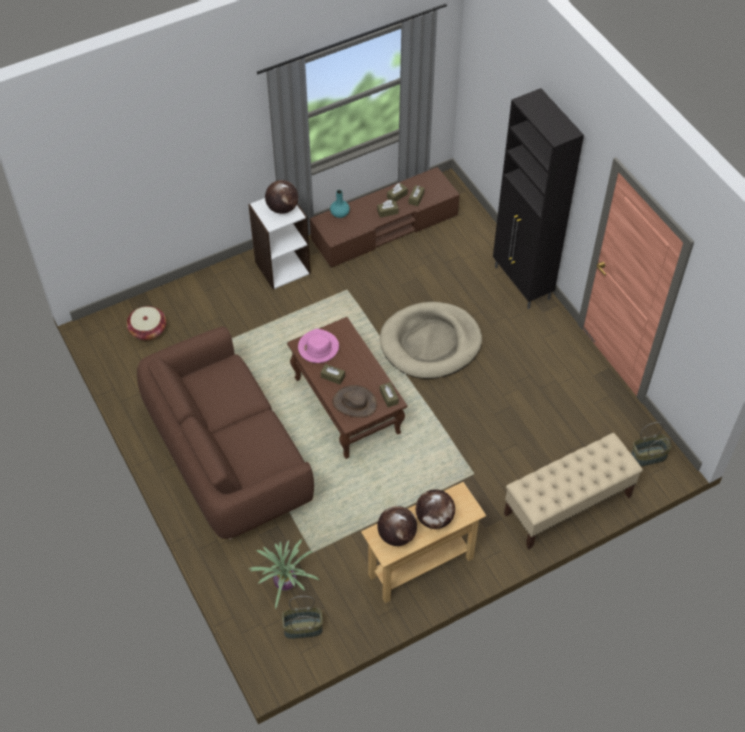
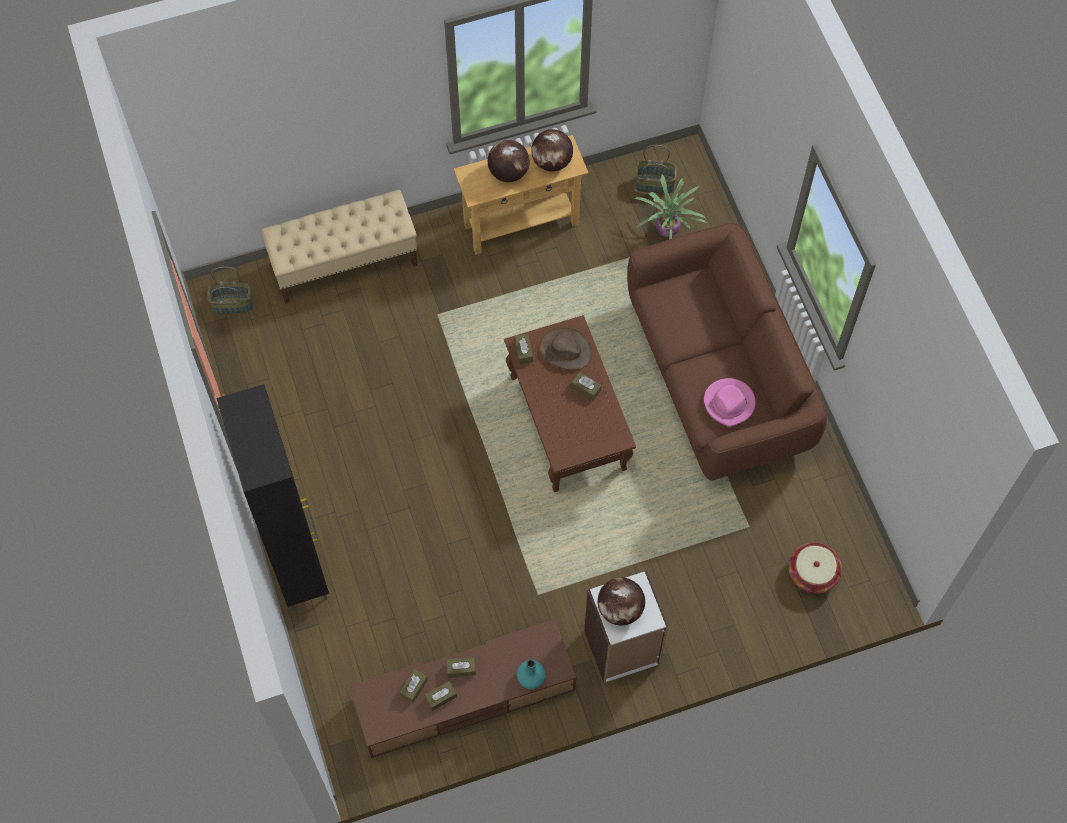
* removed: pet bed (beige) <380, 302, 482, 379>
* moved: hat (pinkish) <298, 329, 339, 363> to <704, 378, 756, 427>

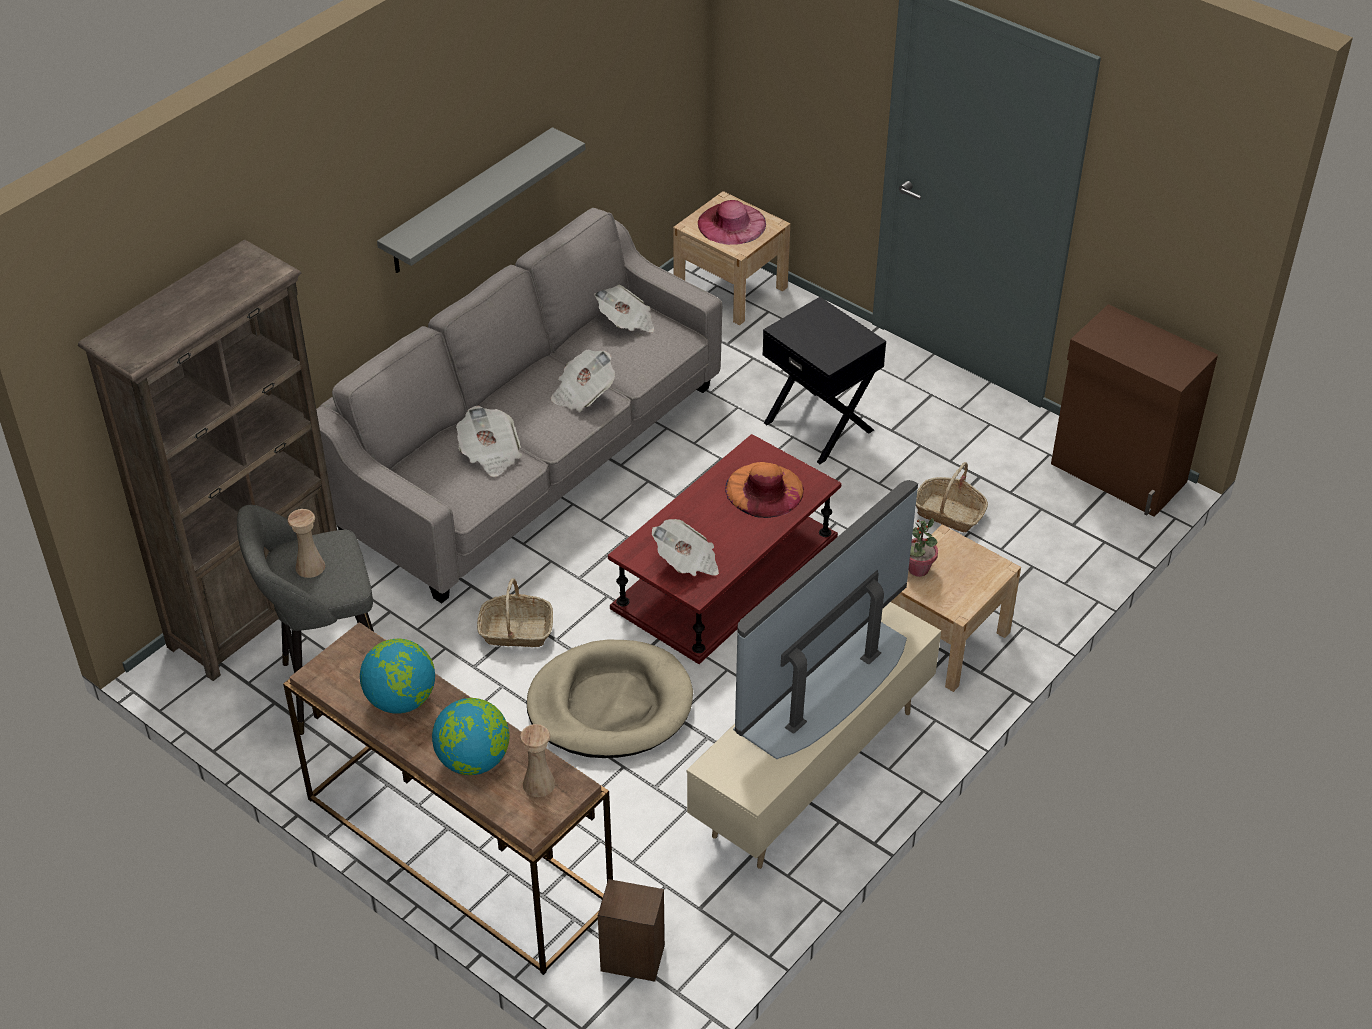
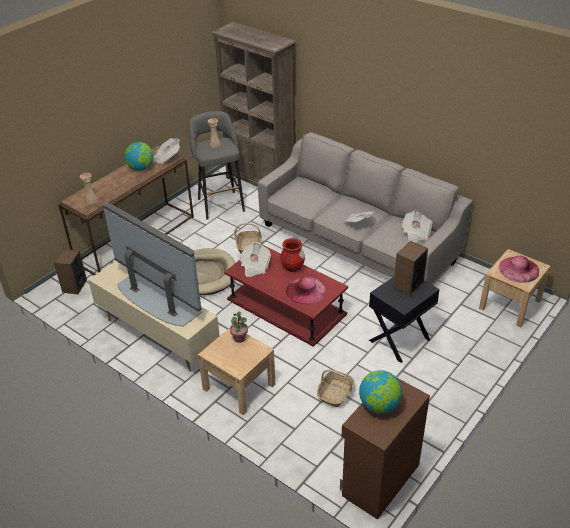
* removed: wall shelf (greyish) <377, 127, 585, 273>
* moved: printed paper <456, 406, 522, 477> to <153, 138, 180, 164>
* recoloured: hat (orange) <725, 462, 804, 518> to hat (pinkish) <286, 277, 326, 304>
* moved: world globe <432, 698, 509, 775> to <359, 370, 402, 414>
* added: decorative vase (red-coloured) <280, 238, 305, 272>
* added: audio speaker <393, 241, 428, 296>

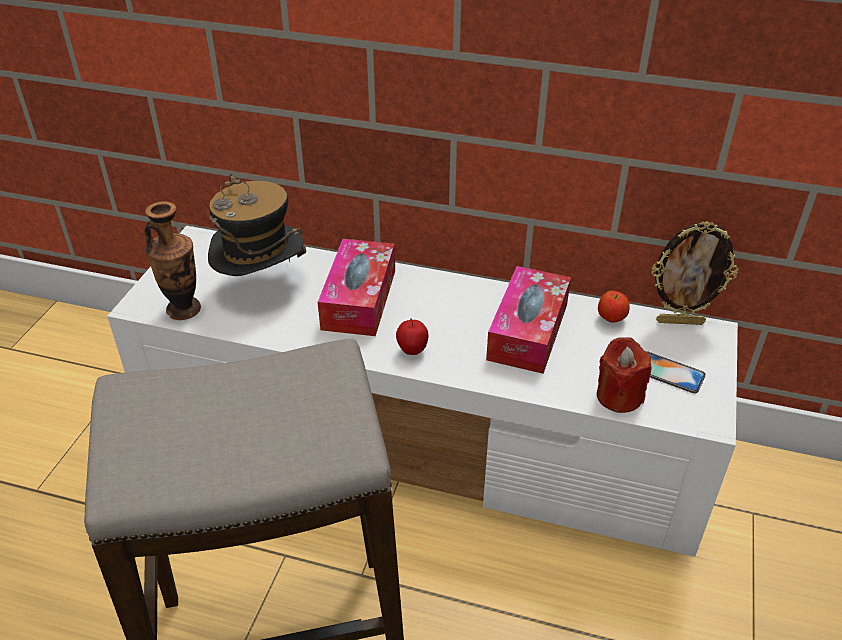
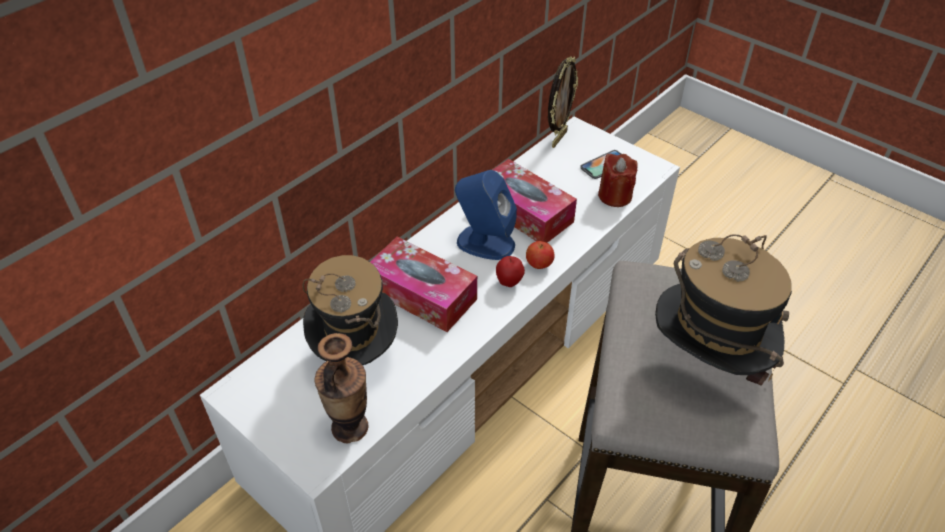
* moved: whole apple <598, 291, 630, 323> to <526, 241, 555, 269>
* added: audio speaker (bluish) <455, 170, 517, 260>
* added: hat <655, 234, 792, 386>

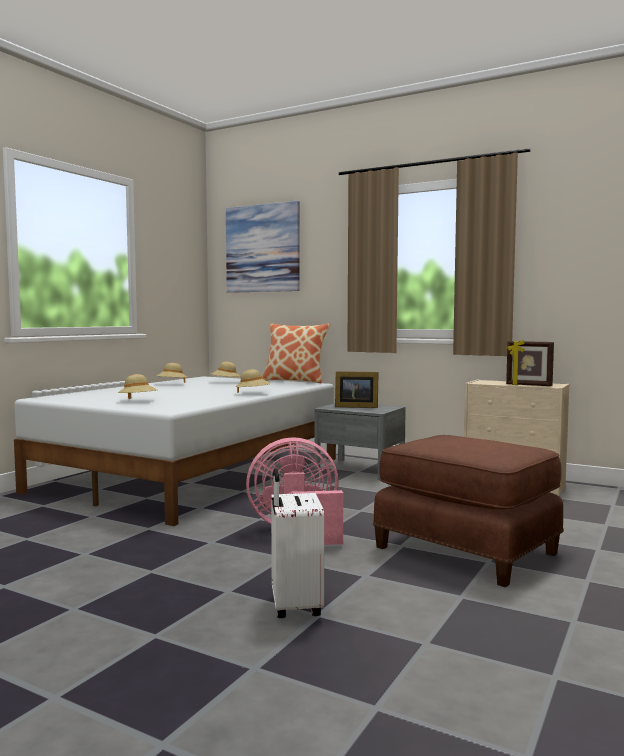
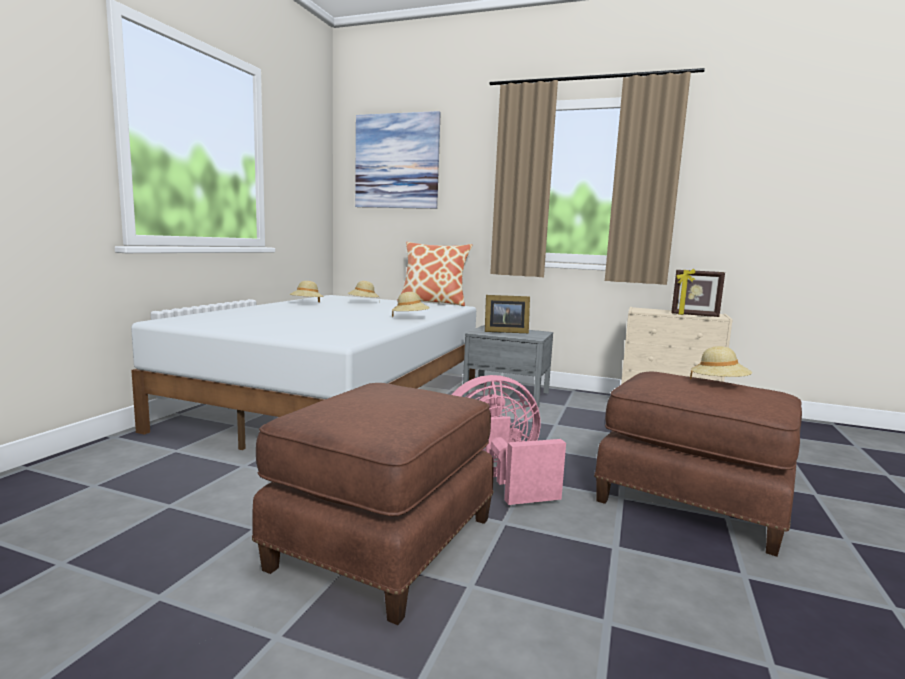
* moved: hat (beige) <118, 374, 157, 399> to <690, 346, 752, 379>
* removed: suitcase (white-coloured) <271, 469, 324, 618>
* added: ottoman (brown) <252, 383, 494, 625>

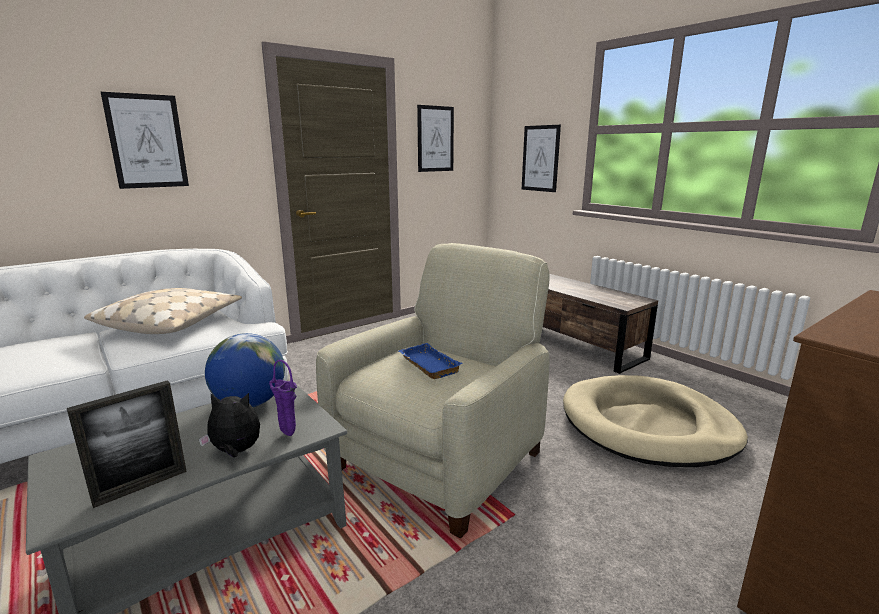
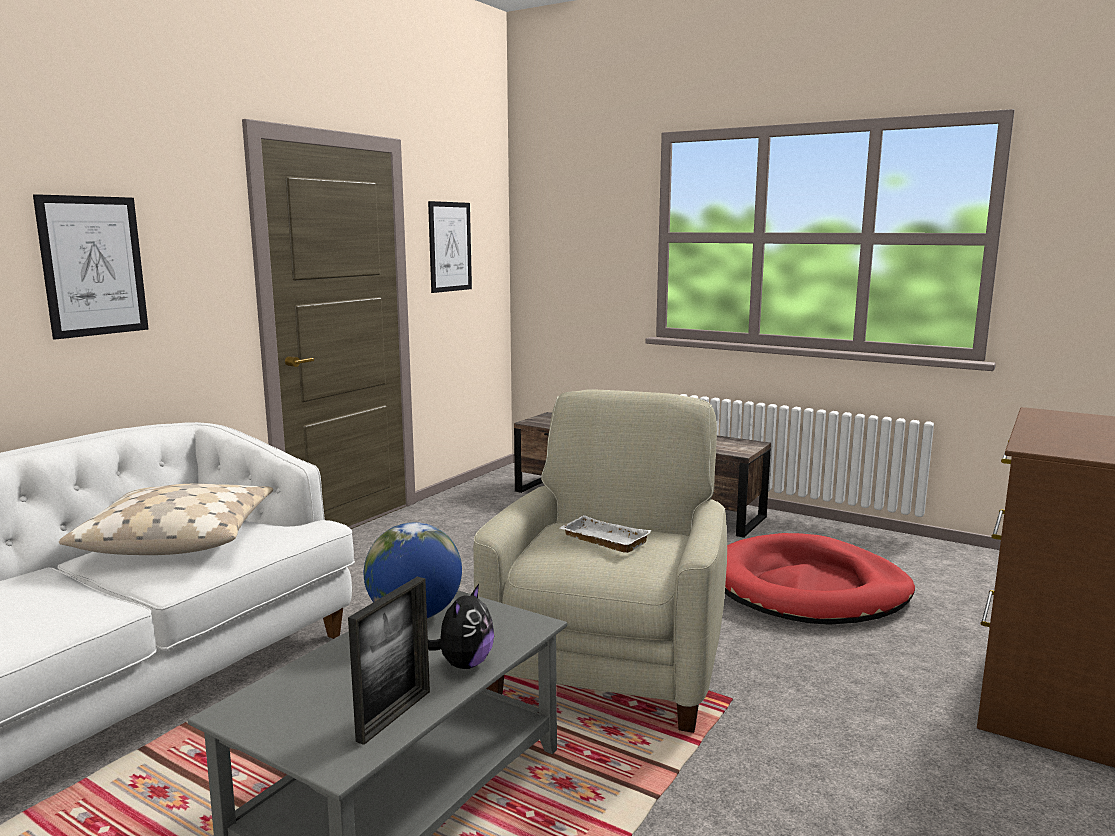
* removed: wall art <522, 125, 561, 192>
* recoloured: tray (bluish) <398, 343, 463, 379> to tray (white-coloured) <559, 515, 652, 553>
* removed: decorative vase (purple) <269, 360, 297, 436>
* recoloured: pet bed (beige) <563, 375, 748, 467> to pet bed (red-coloured) <725, 533, 915, 625>
* turned: soft toy <199, 393, 260, 458> = <428, 584, 494, 669> 135 degrees clockwise

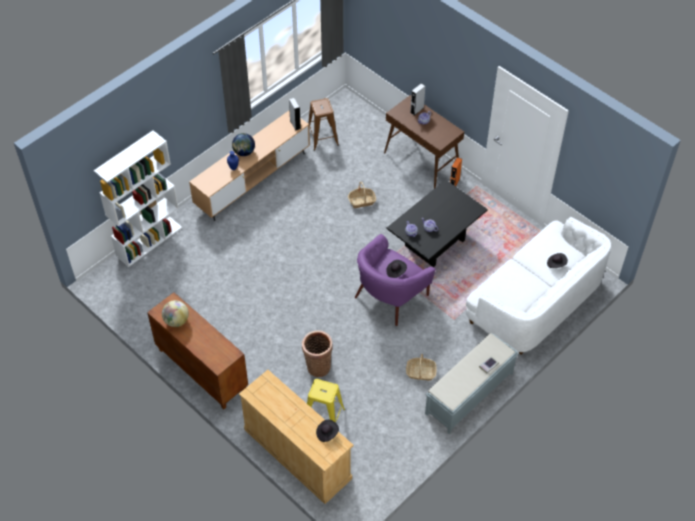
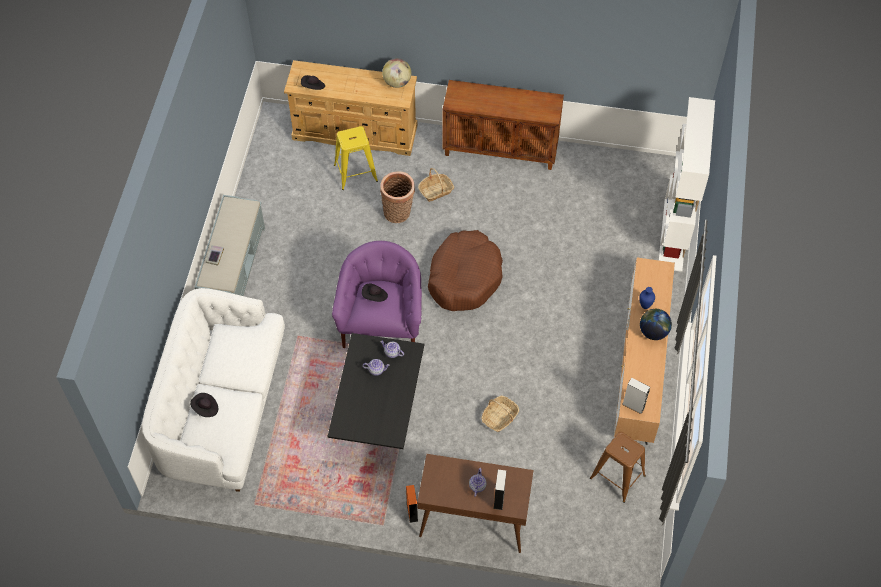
* moved: world globe <162, 300, 189, 327> to <382, 58, 411, 88>
* moved: household basket <406, 354, 437, 381> to <418, 168, 454, 202>
* added: pet bed (brown) <428, 230, 503, 311>

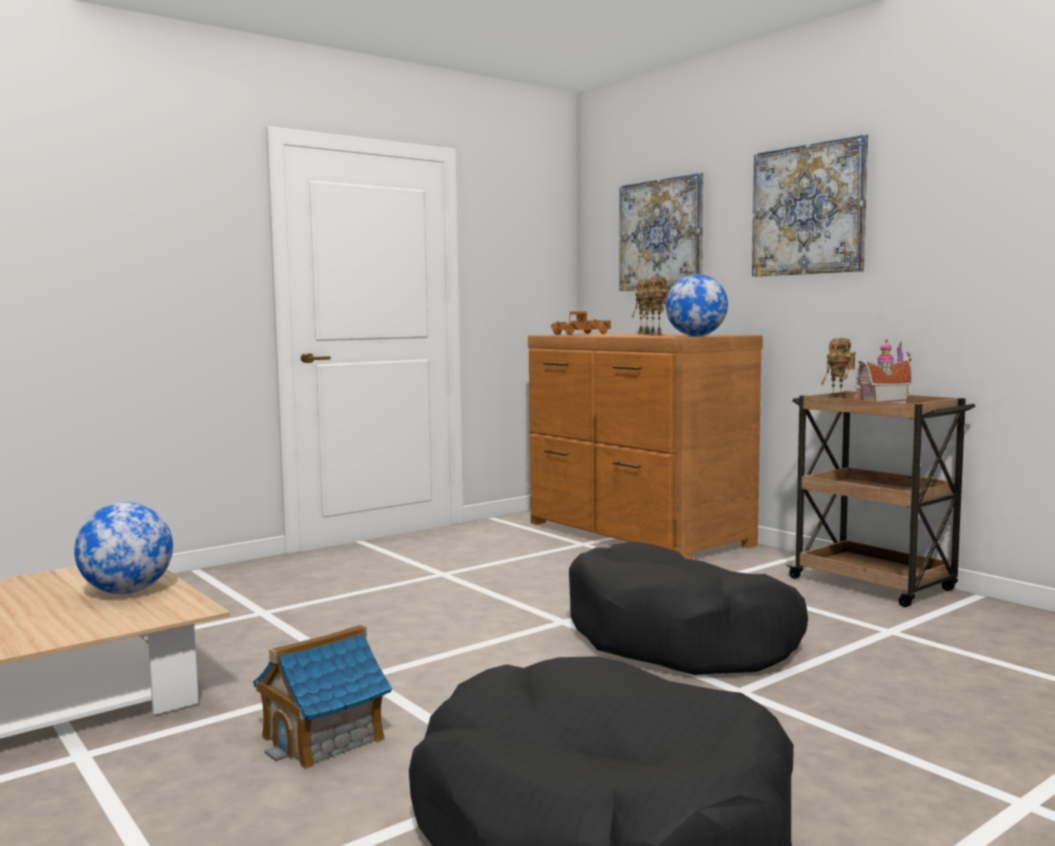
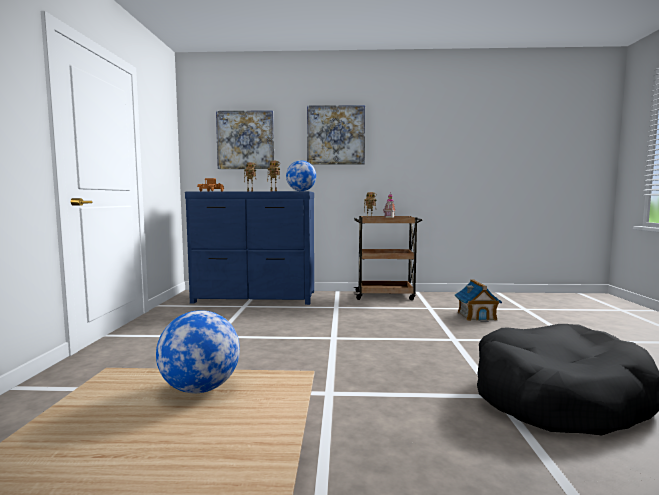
* recoloured: drawer chest (brown) <528, 333, 763, 560> to drawer chest (bluish) <185, 191, 314, 305>
* removed: pet bed (black) <569, 541, 808, 675>
* moved: miniature house <253, 625, 392, 769> to <455, 279, 502, 322>

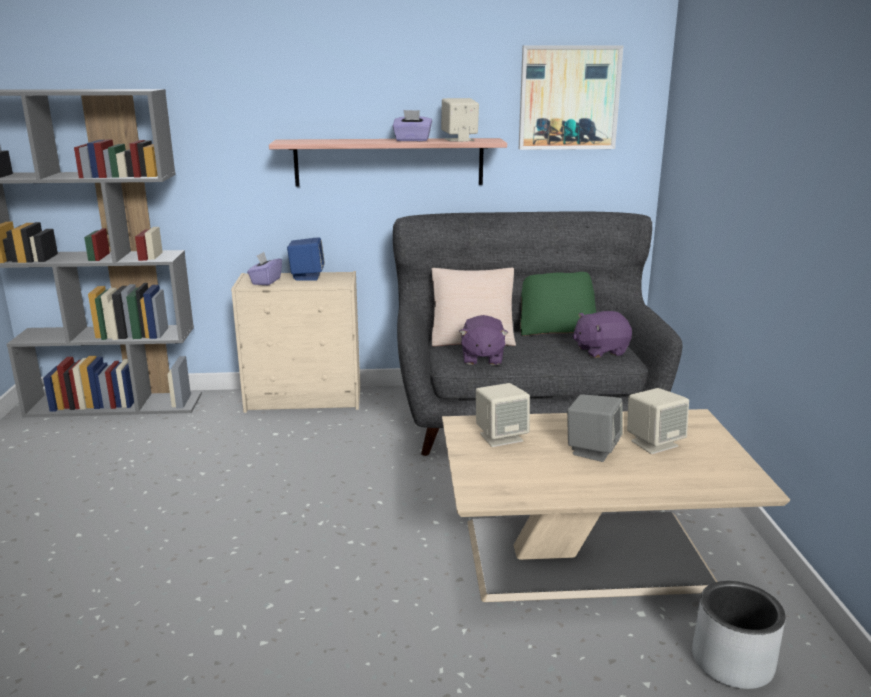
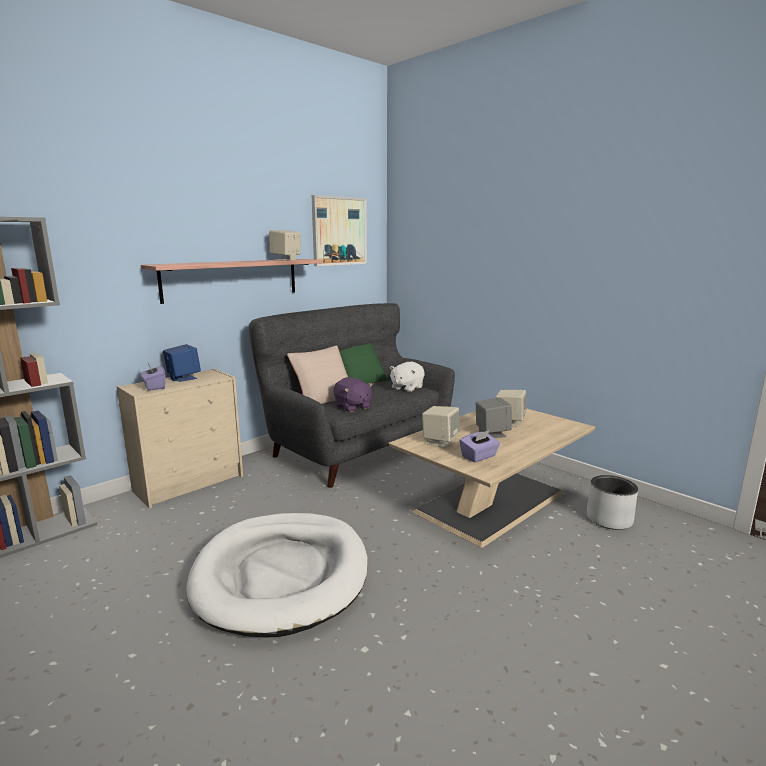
* moved: tissue holder (purple) <392, 110, 432, 141> to <460, 430, 500, 462>
* recoloured: soft toy (purple) <572, 311, 632, 358> to soft toy (white-coloured) <389, 362, 424, 392>
* added: pet bed (white-coloured) <186, 513, 368, 638>

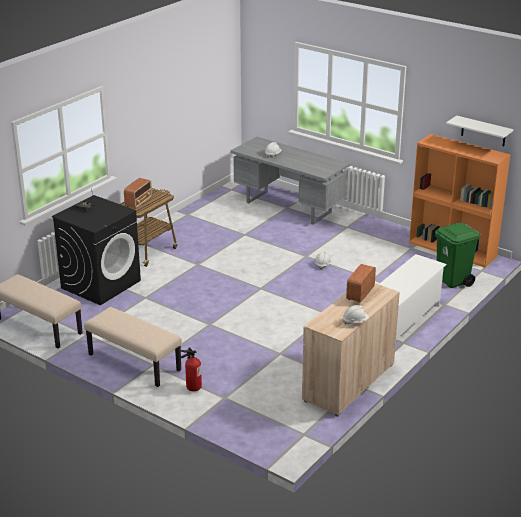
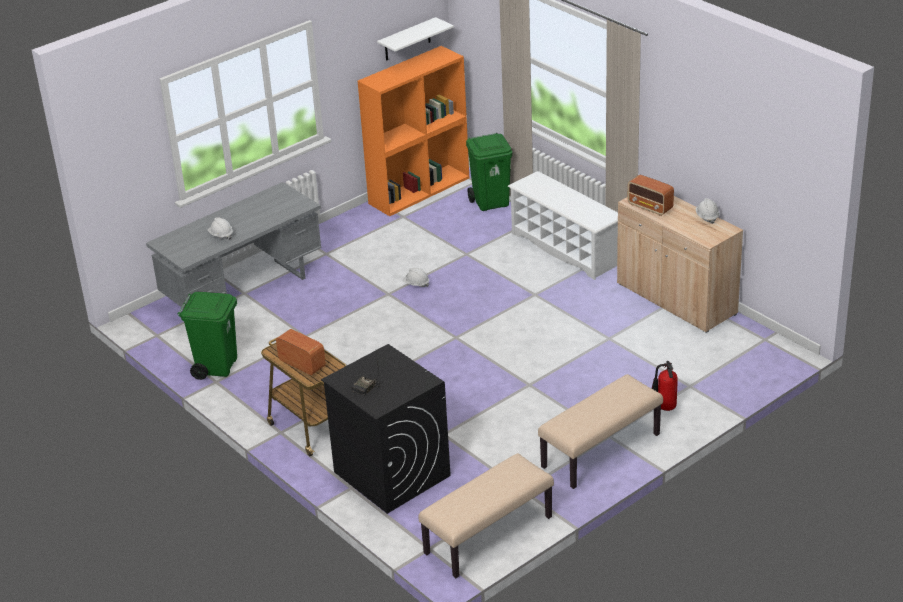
* added: trash can (green) <178, 292, 237, 380>

